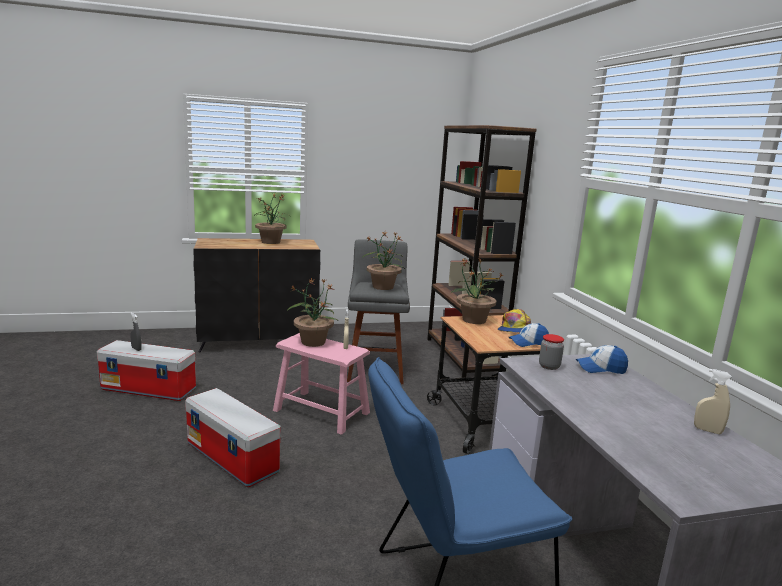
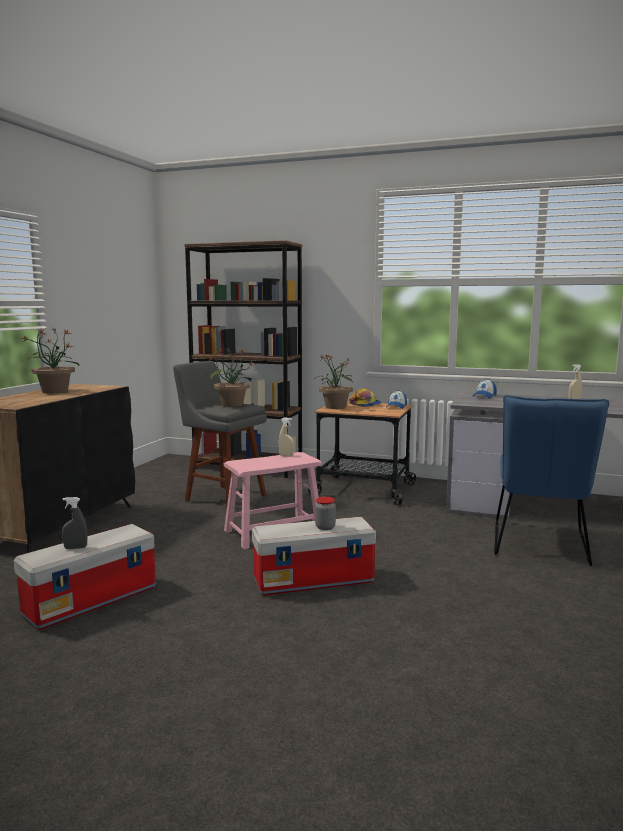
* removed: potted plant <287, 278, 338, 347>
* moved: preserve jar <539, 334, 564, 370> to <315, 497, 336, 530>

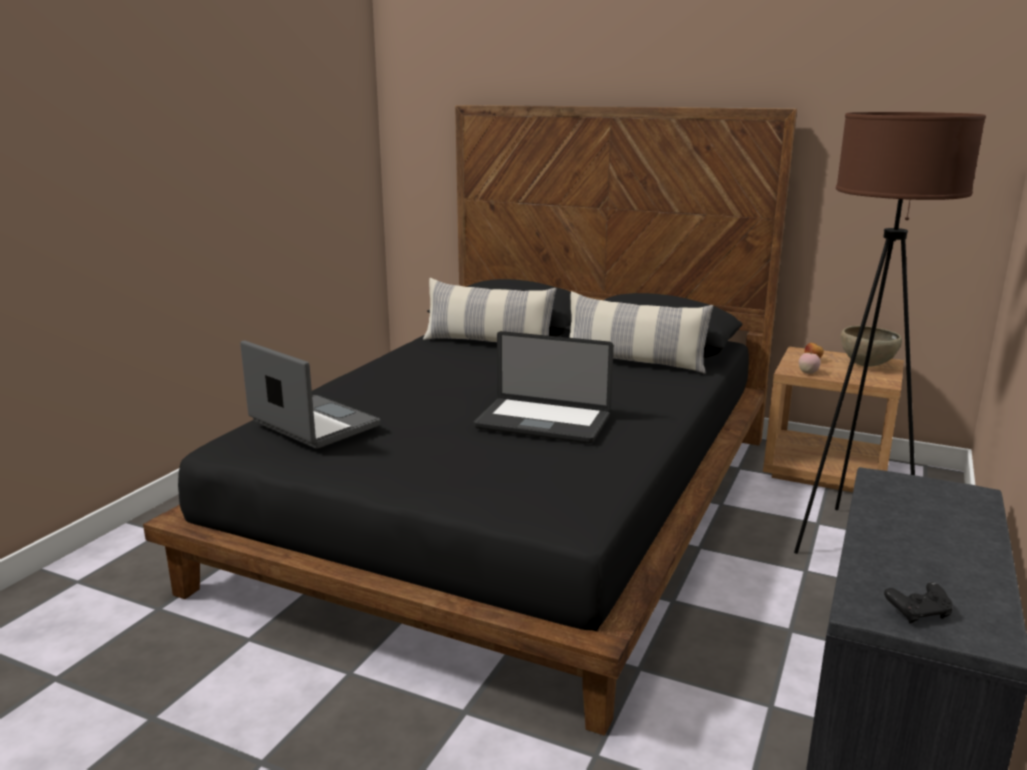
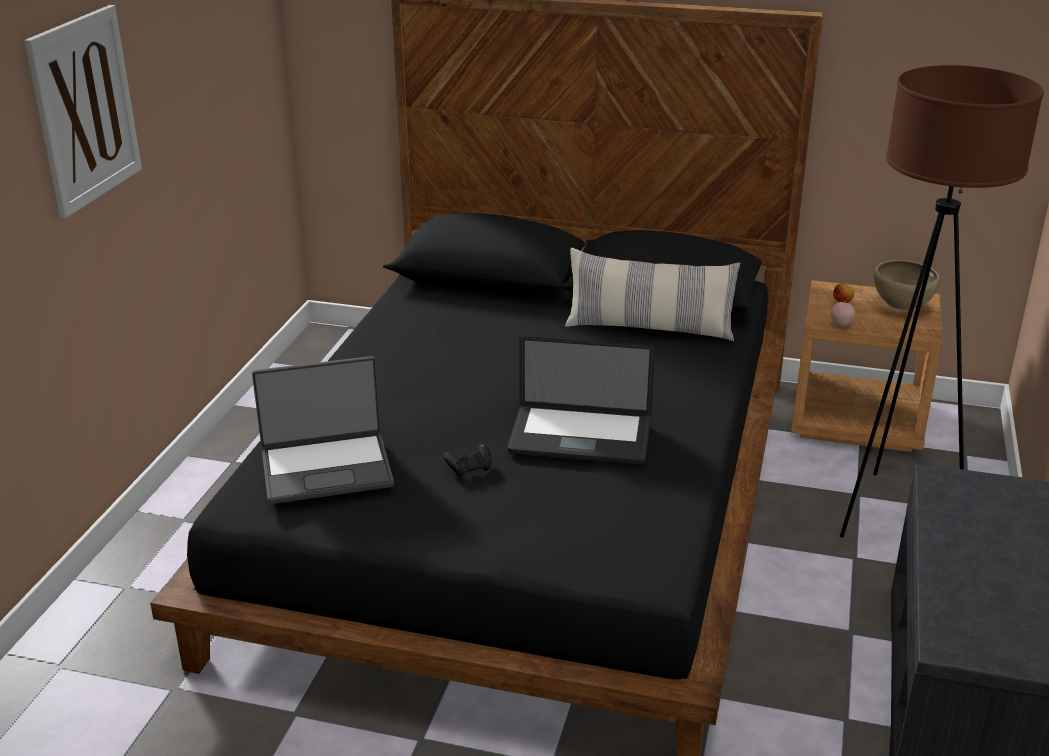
* removed: pillow <423, 278, 557, 342>
* turned: portable computer <240, 340, 380, 449> = <252, 356, 394, 504> 135 degrees clockwise
* moved: game controller (black) <884, 582, 953, 624> to <444, 444, 492, 477>
* added: wall art <24, 5, 142, 219>

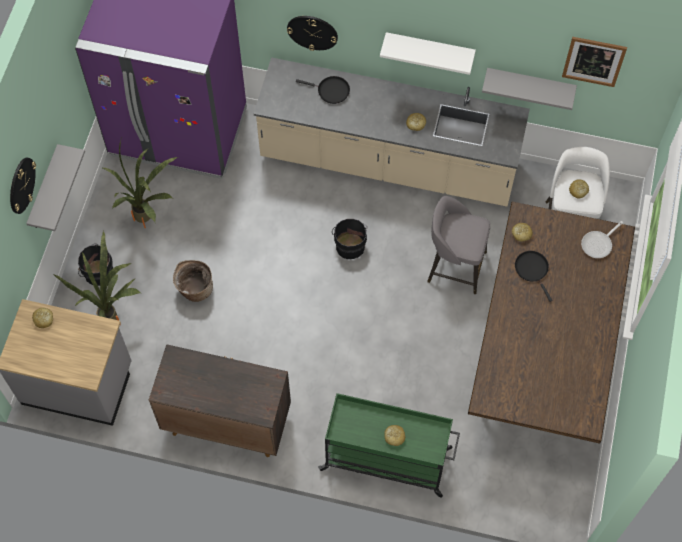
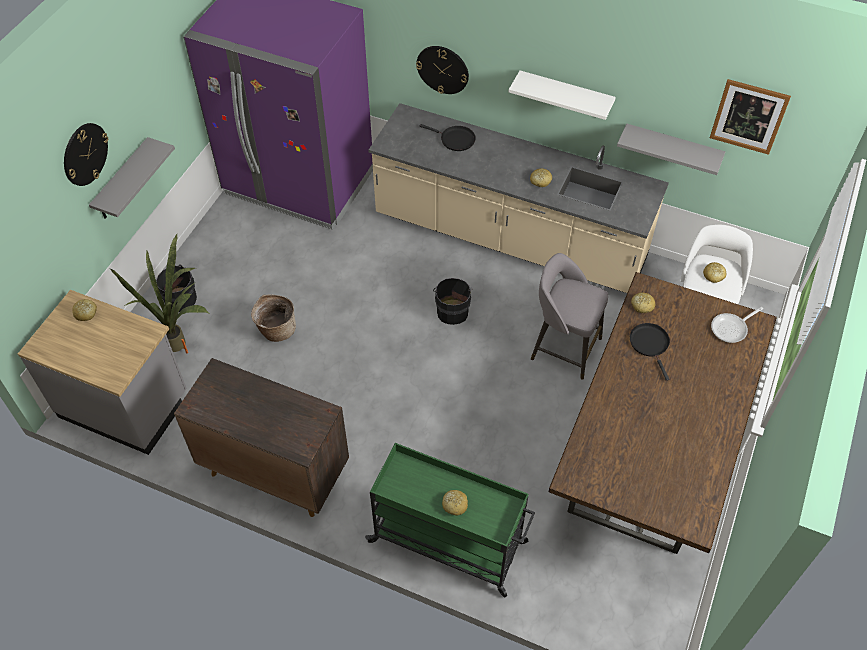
* removed: potted plant <101, 141, 177, 228>

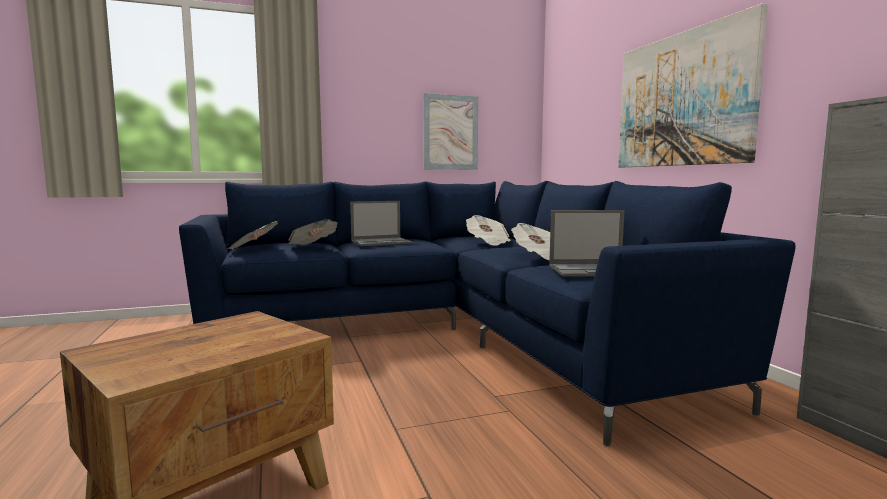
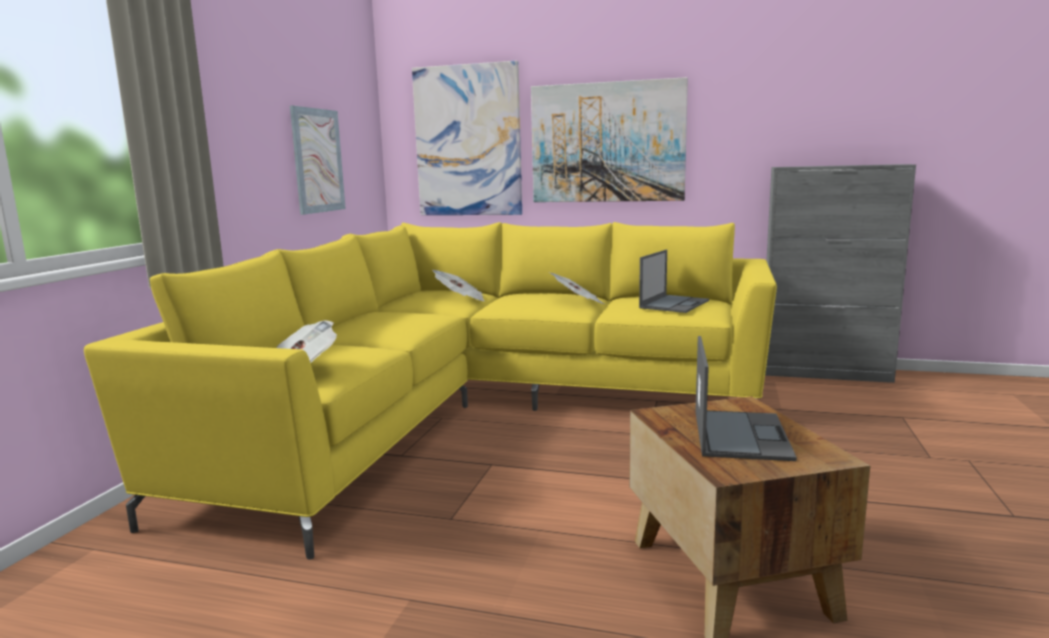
* recoloured: sofa (bluish) <179, 181, 796, 446> to sofa (yellowish) <84, 222, 777, 560>
* moved: portable computer <350, 201, 413, 246> to <695, 336, 797, 461>
* removed: printed paper <288, 219, 338, 245>
* added: wall art <412, 61, 522, 215>

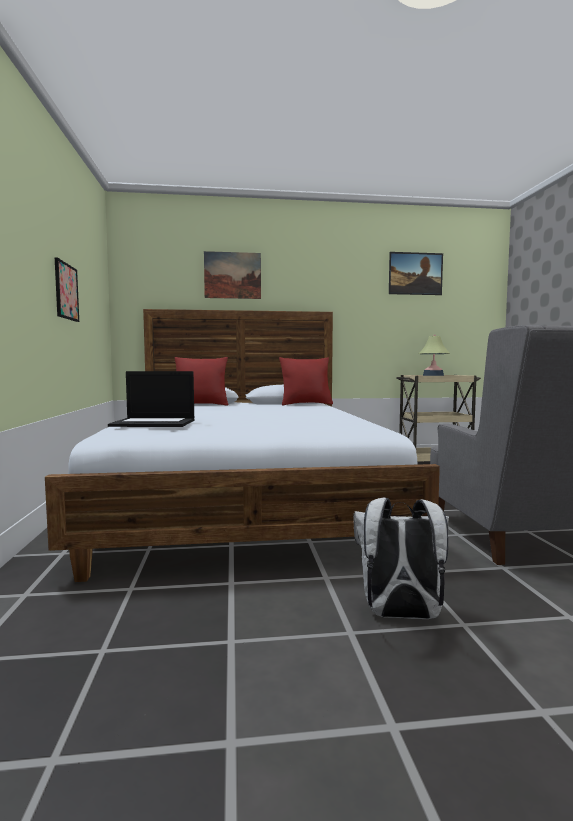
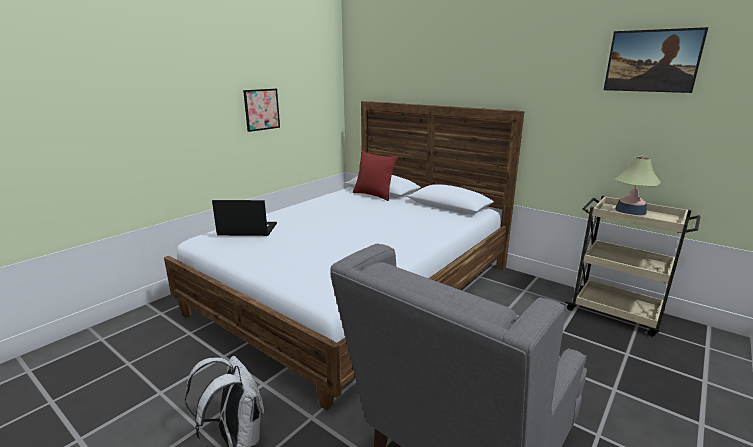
* removed: wall art <204, 251, 261, 299>
* removed: pillow (red-coloured) <279, 357, 333, 405>
* turned: portable computer <108, 371, 194, 427> = <212, 200, 277, 236> 135 degrees clockwise

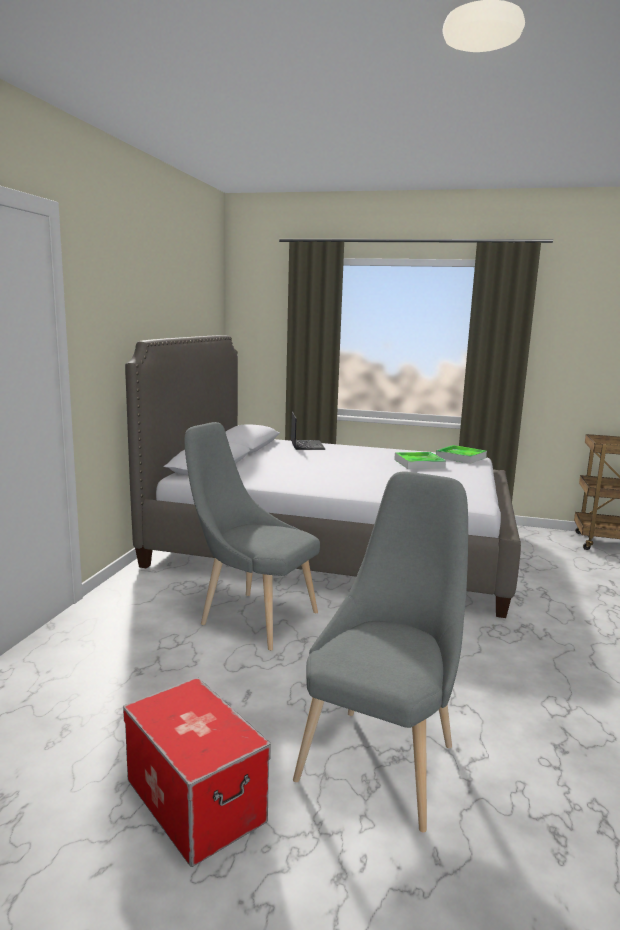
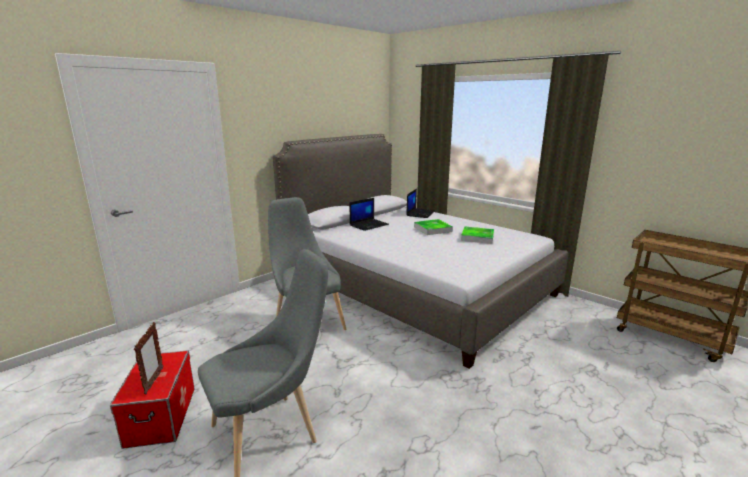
* moved: tray <436, 445, 487, 464> to <414, 219, 453, 235>
* added: portable computer <350, 198, 389, 231>
* added: picture frame <134, 322, 163, 395>

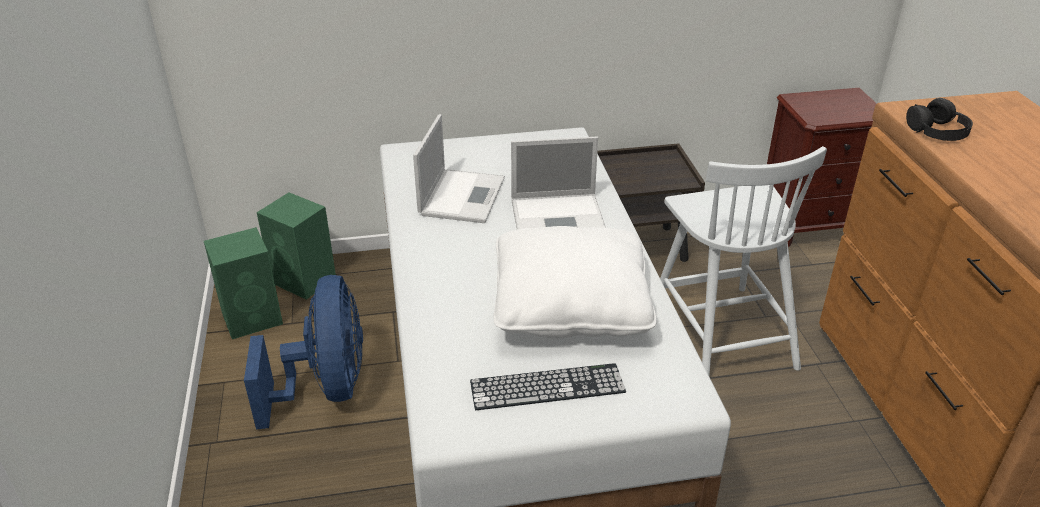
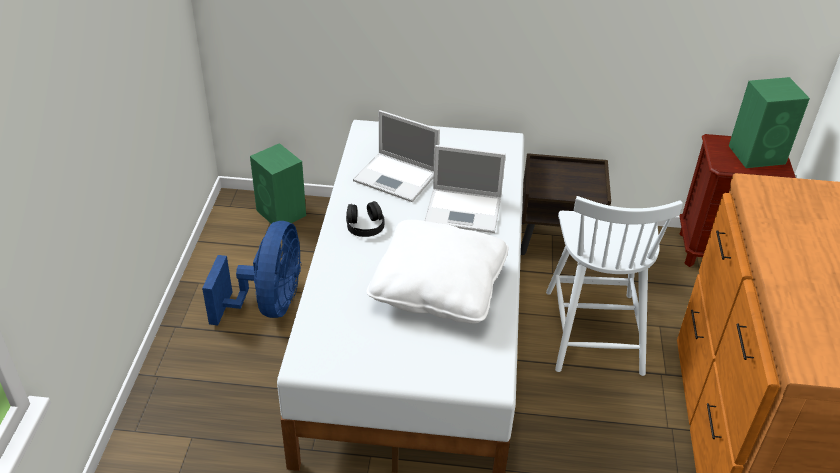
* moved: headset (black) <906, 98, 973, 141> to <346, 201, 385, 237>
* turned: portable computer <413, 114, 505, 223> = <353, 110, 440, 202> 90 degrees clockwise
* moved: audio speaker (green) <204, 227, 283, 339> to <729, 77, 810, 168>
* removed: computer keyboard <470, 363, 626, 410>

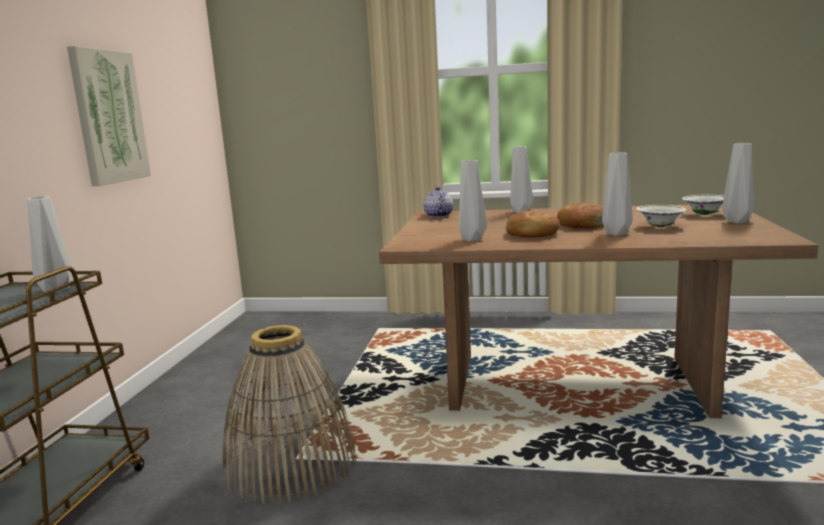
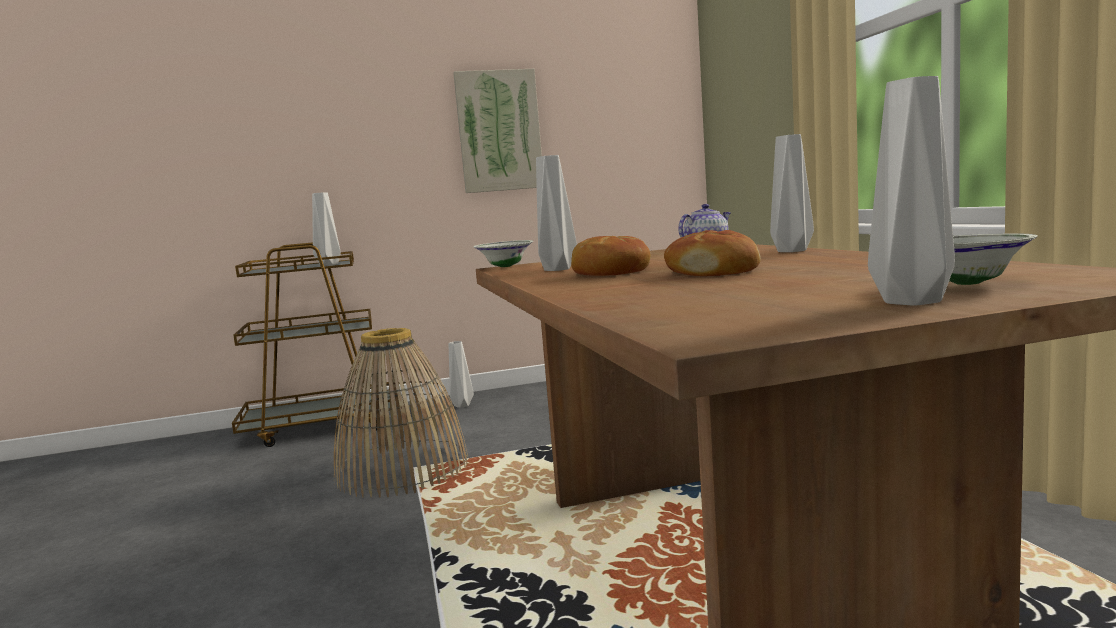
* moved: decorative vase (greyish) <602, 153, 633, 236> to <449, 341, 474, 408>
* moved: deep dish (white-coloured) <636, 205, 687, 227> to <473, 240, 533, 267>

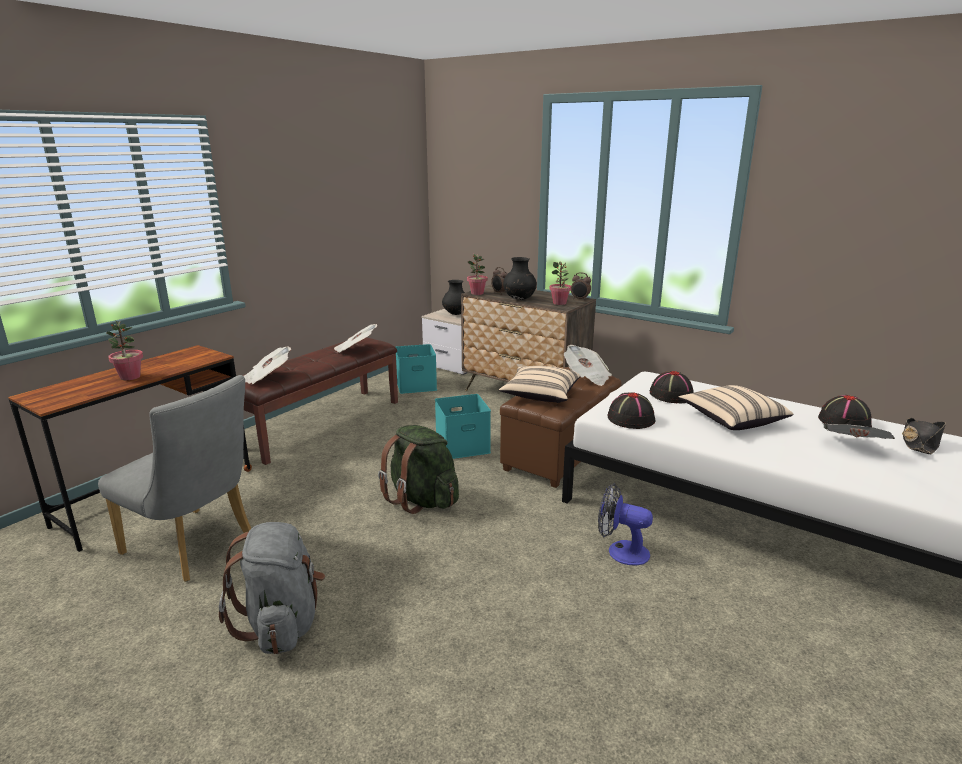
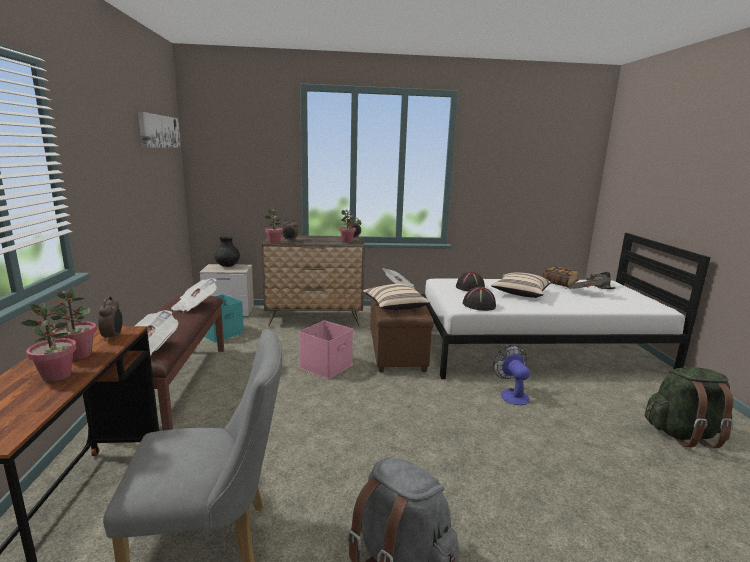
* removed: decorative vase (black) <503, 257, 537, 300>
* recoloured: storage container (turquoise-coloured) <435, 394, 491, 459> to storage container (pinkish) <299, 320, 353, 379>
* replaced: hat (black) <818, 395, 872, 427> to book <543, 266, 579, 287>
* moved: rucksack (green) <378, 425, 459, 514> to <645, 367, 733, 448>
* turned: electric fan <598, 484, 653, 566> = <493, 345, 530, 405> 90 degrees clockwise
* added: wall art <138, 112, 181, 148>
* added: potted plant <50, 286, 97, 360>
* added: bedside clock <98, 296, 122, 341>

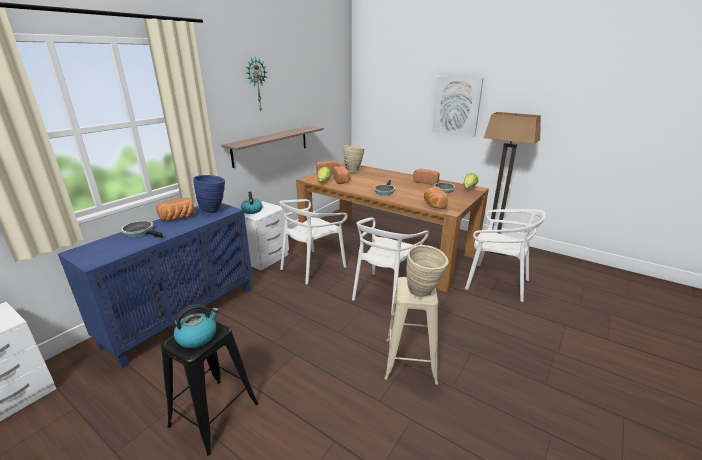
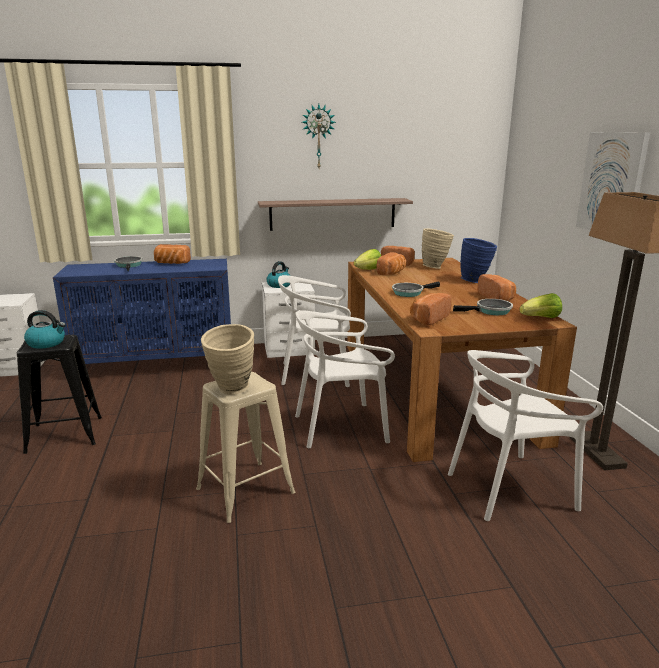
* moved: decorative vase (bluish) <193, 175, 225, 214> to <460, 238, 497, 283>
* turned: chair (white-coloured) <465, 209, 546, 302> = <448, 350, 603, 521> 90 degrees clockwise

